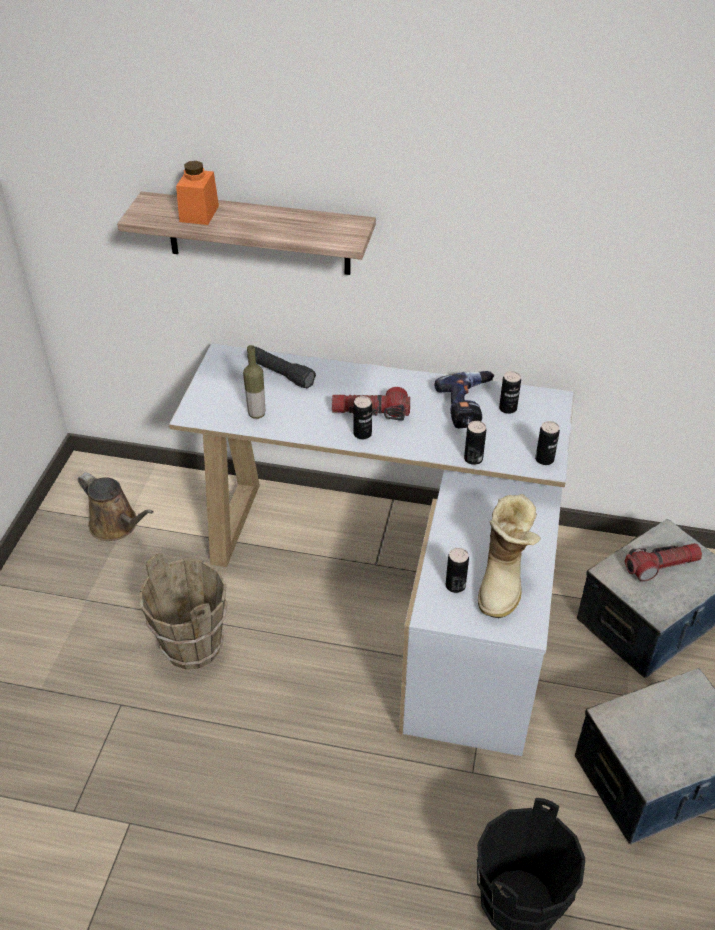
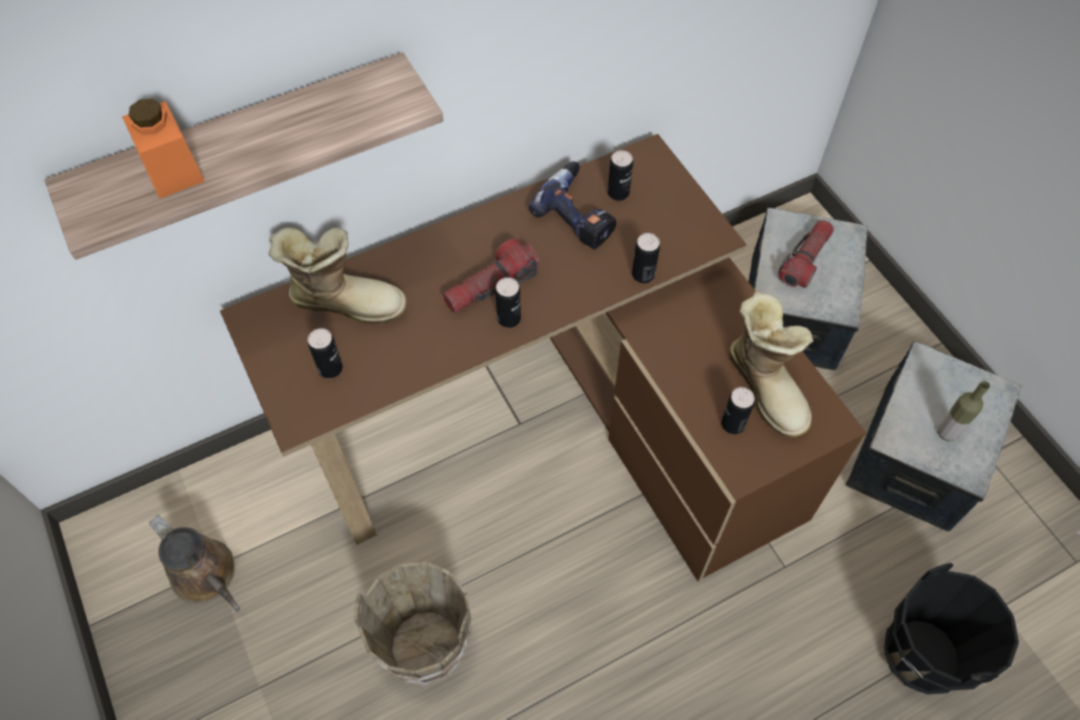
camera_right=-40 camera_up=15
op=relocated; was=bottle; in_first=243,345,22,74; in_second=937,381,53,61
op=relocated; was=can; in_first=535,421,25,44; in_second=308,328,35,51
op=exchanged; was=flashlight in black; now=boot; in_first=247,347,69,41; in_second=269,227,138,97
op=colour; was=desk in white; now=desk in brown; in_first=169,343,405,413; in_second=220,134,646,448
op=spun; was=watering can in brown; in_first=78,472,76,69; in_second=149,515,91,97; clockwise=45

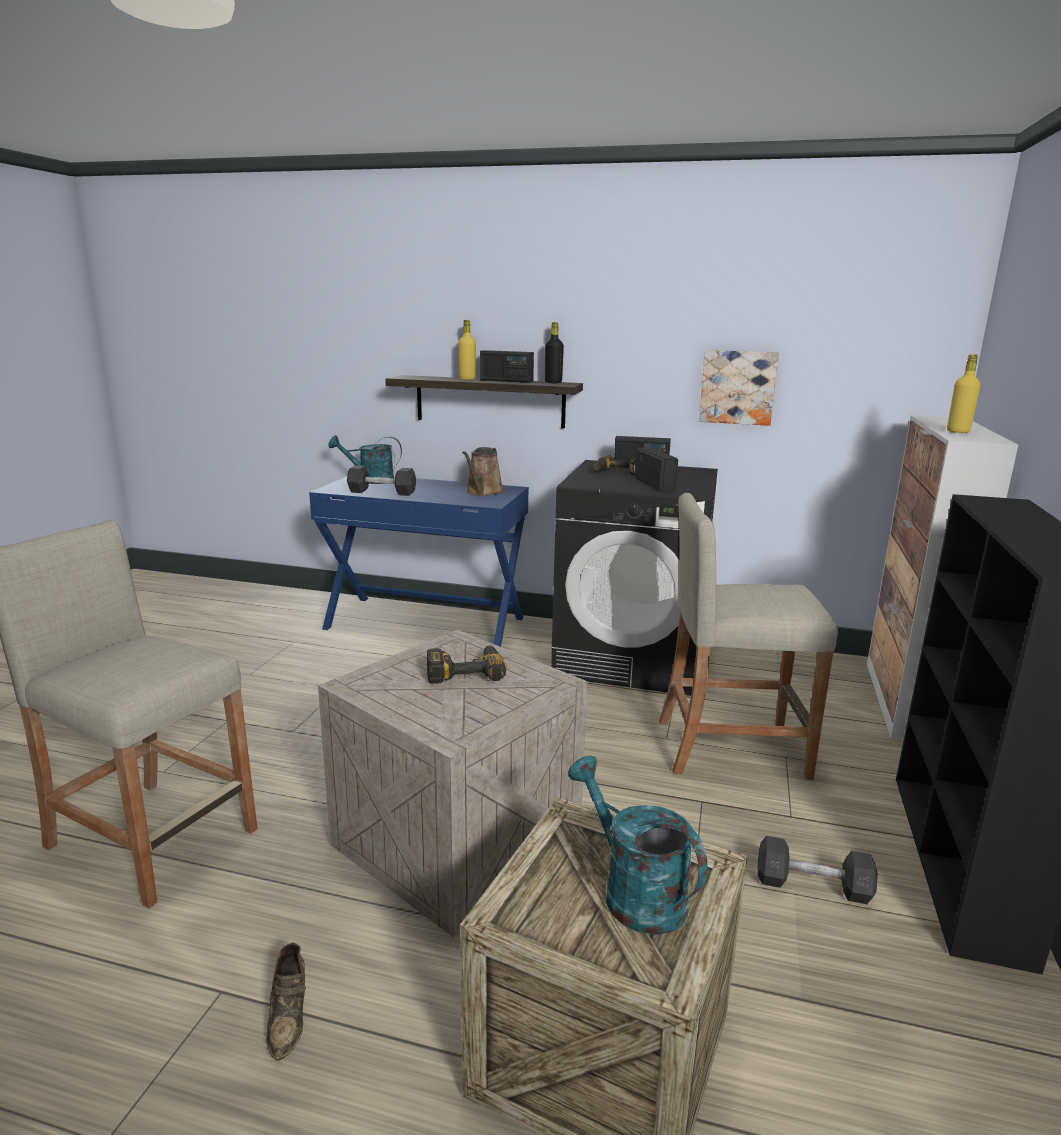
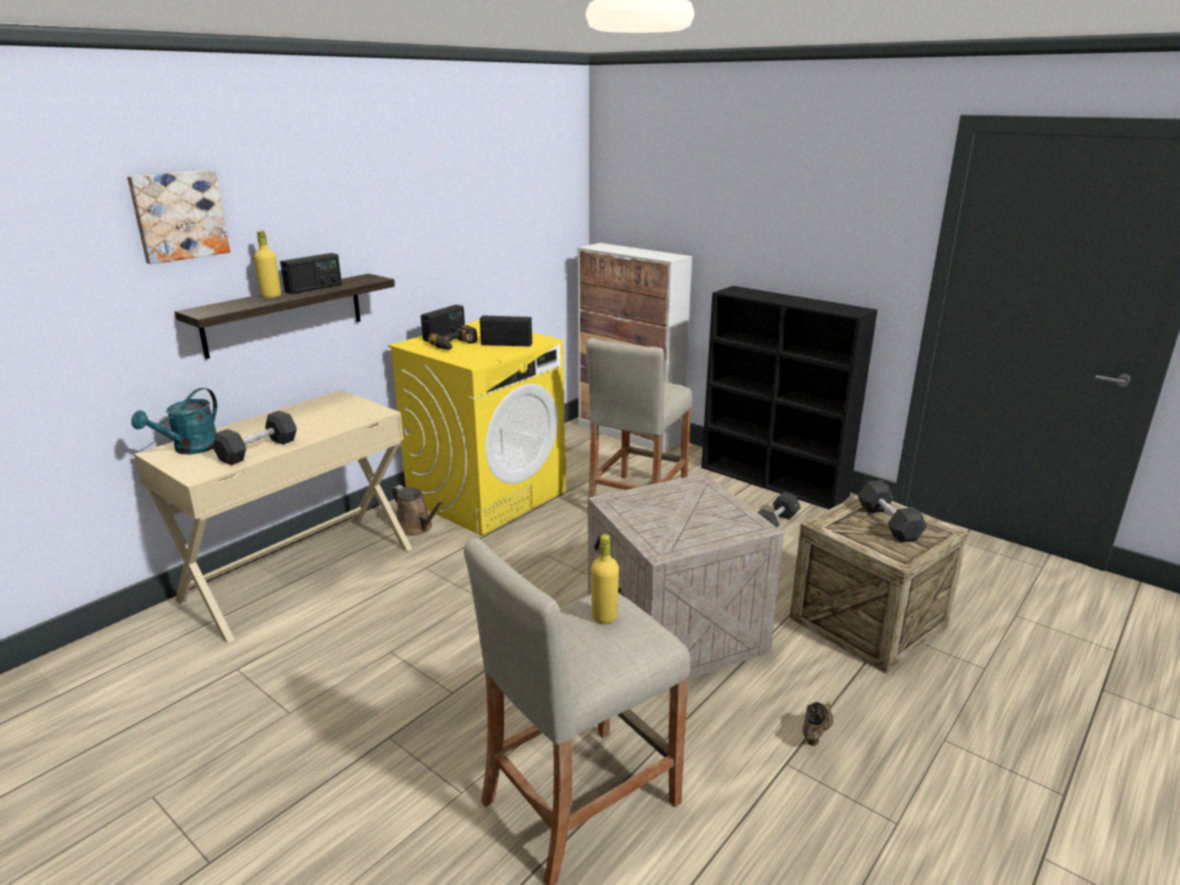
camera_right=-65 camera_up=5
op=missing; was=power drill; in_first=427,645,79,39
op=missing; was=bottle in black; in_first=545,322,19,61
op=relocated; was=watering can in brown; in_first=462,447,42,49; in_second=392,485,52,51
op=relocated; was=picture; in_first=699,350,80,76; in_second=127,170,103,94
op=relocated; was=bottle in yellow; in_first=947,354,33,79; in_second=591,534,28,90
op=exchanged; was=watering can in turquoise; now=dumbbell in grey; in_first=568,756,140,179; in_second=857,480,70,63
op=colour; was=desk in blue; now=desk in beige; in_first=309,477,220,170; in_second=134,390,278,253
op=colour; was=washing machine in black; now=washing machine in yellow; in_first=551,460,167,236; in_second=388,320,177,216
op=spun; was=shoe in brown; in_first=266,943,40,118; in_second=803,702,31,44; clockwise=-75

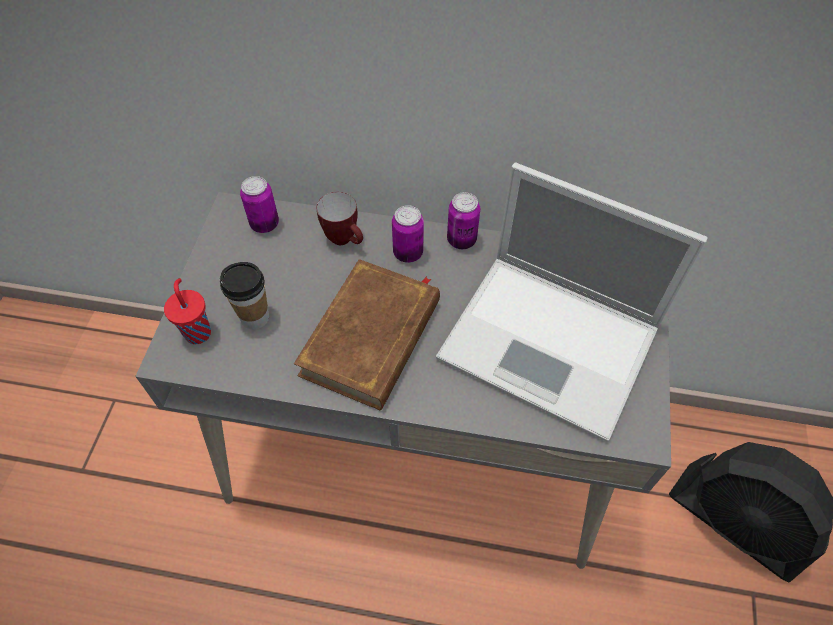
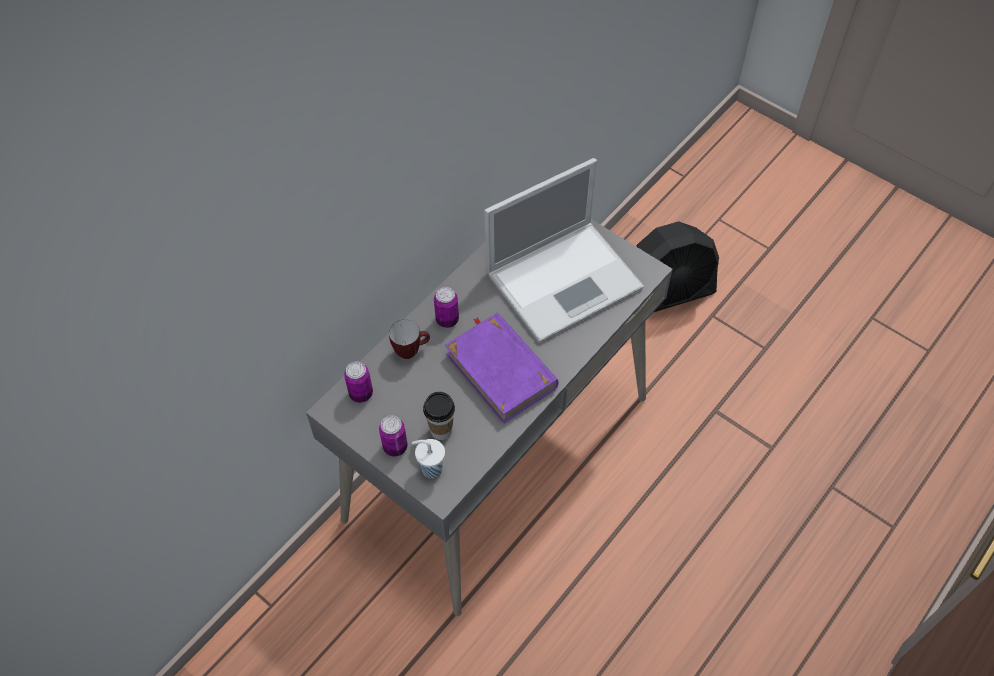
camera_right=-60 camera_up=0
op=relocated; was=can; in_first=447,192,33,57; in_second=379,415,29,42
op=colour; was=cup in red; now=cup in white; in_first=164,278,47,66; in_second=412,439,33,40
op=colour; was=book in brown; now=book in purple; in_first=294,259,146,152; in_second=445,313,113,110

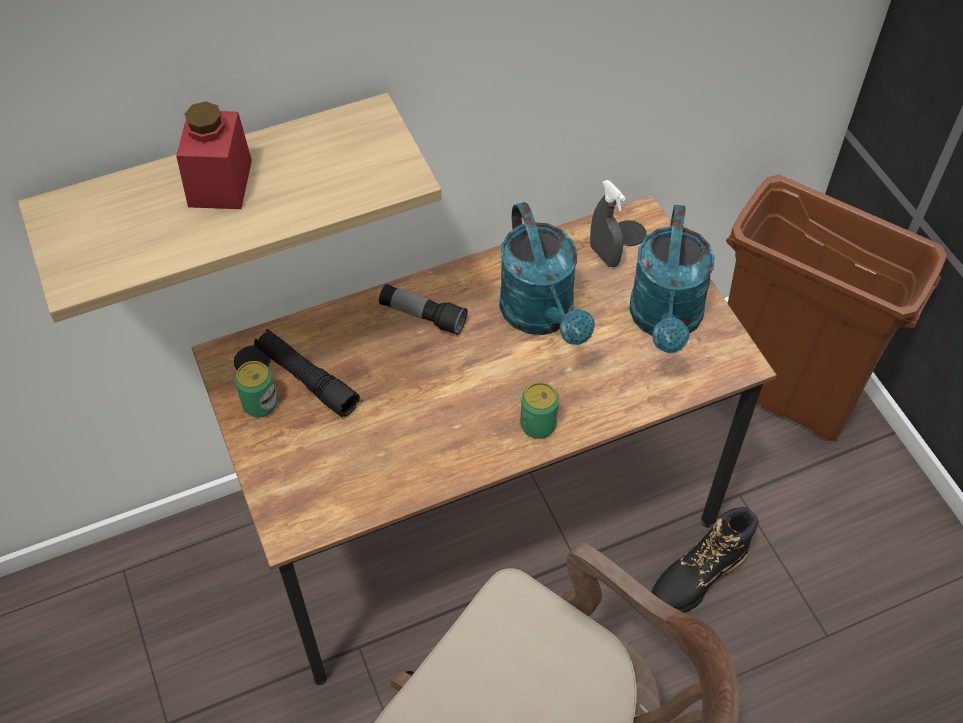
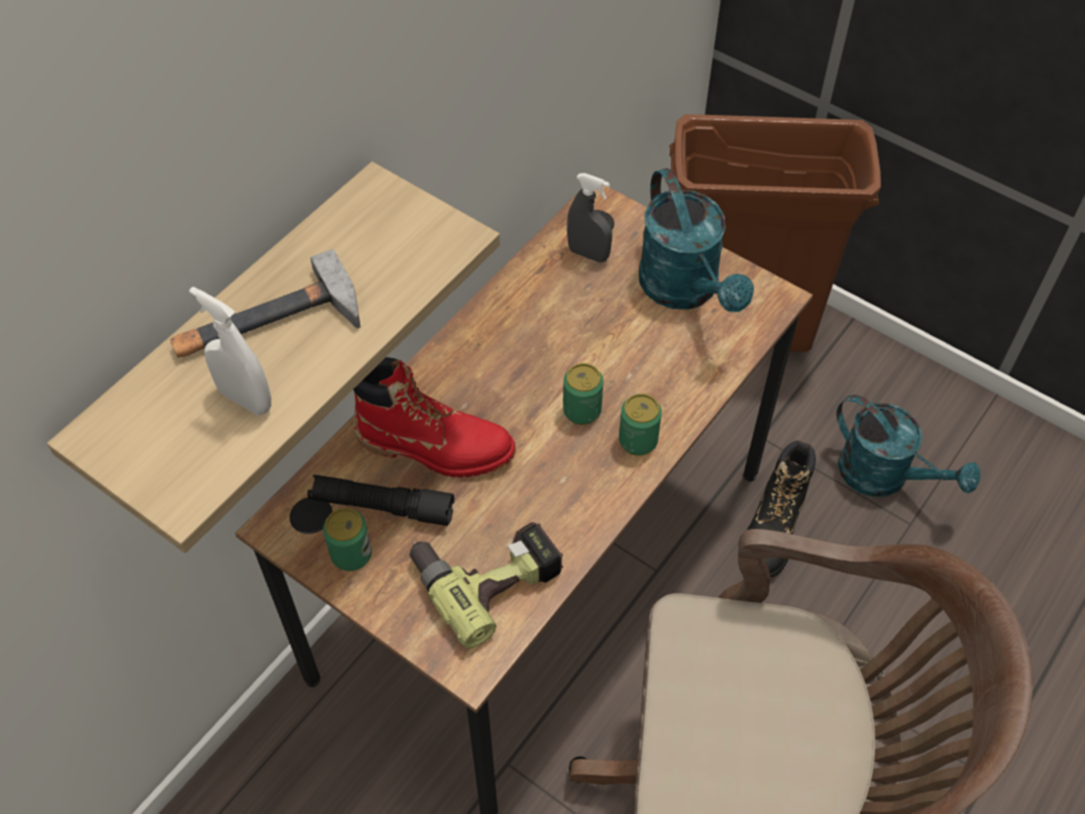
camera_right=-30 camera_up=0
op=missing; was=flashlight; in_first=379,284,89,51
op=appeared; now=spray bottle in white; in_second=189,287,82,128
op=appeared; now=boot in red; in_second=353,357,163,121
op=appeared; now=power drill; in_second=410,522,153,127
op=appeared; now=can; in_second=563,363,40,62
op=relocated; was=watering can in turquoise; in_first=499,202,96,143; in_second=836,395,144,102
op=exchanged; was=jar in red; now=hammer; in_first=176,101,76,108; in_second=170,249,190,109

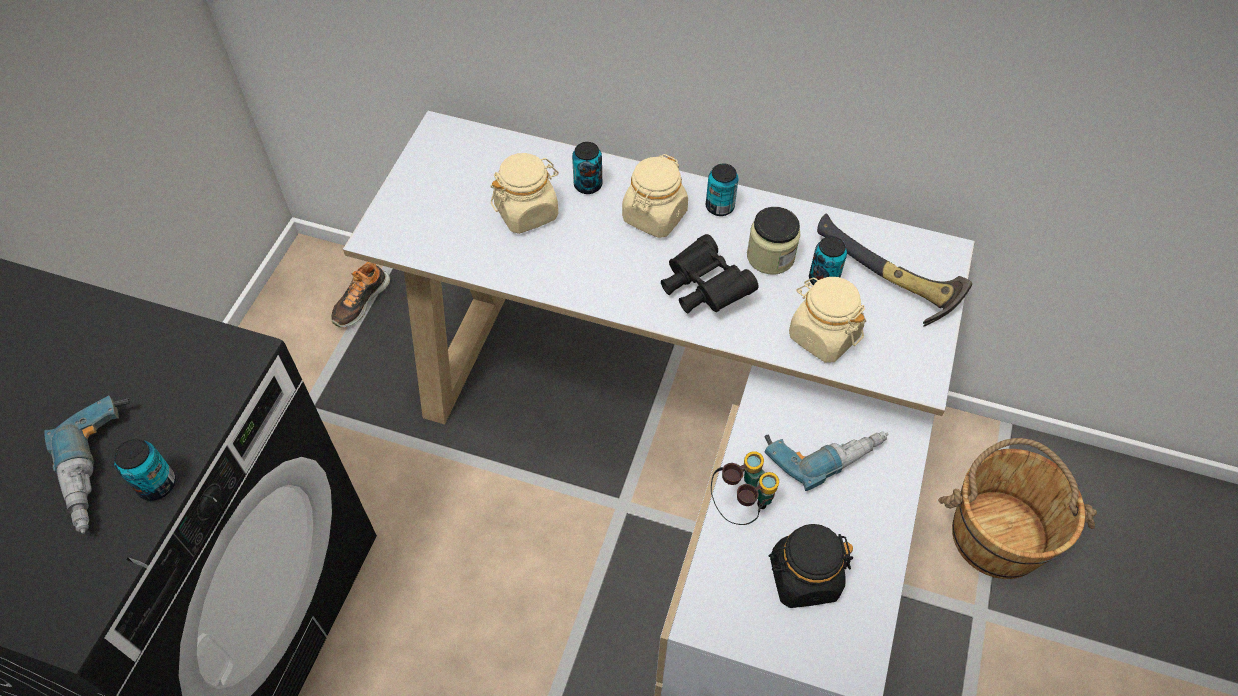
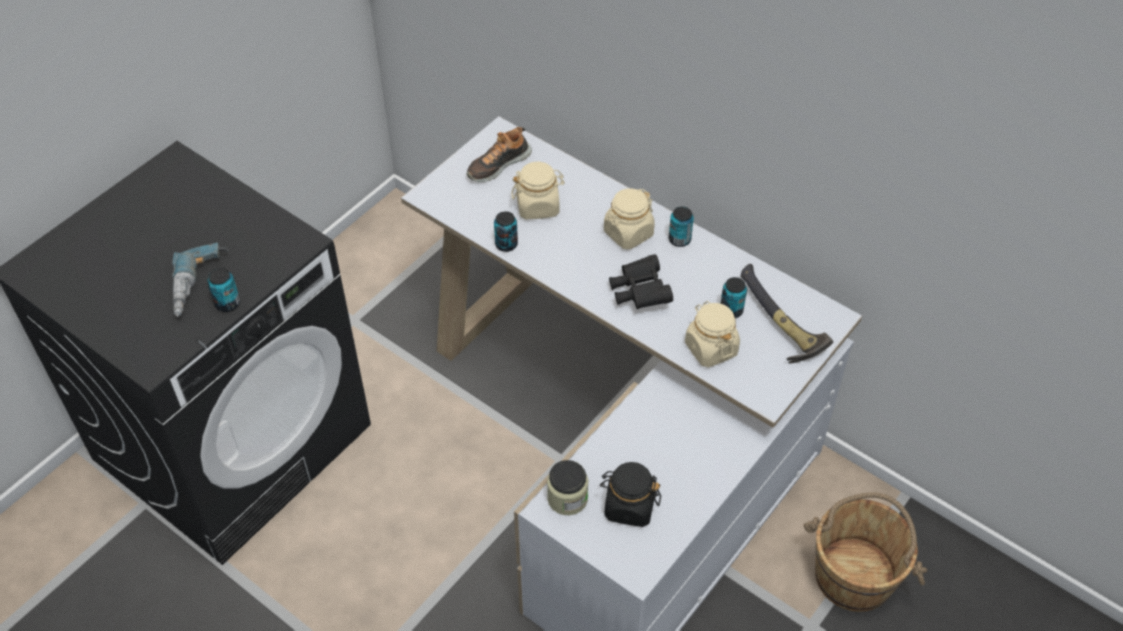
camera_right=20 camera_up=-5
op=missing; was=binoculars; in_first=711,451,68,74
op=missing; was=power drill; in_first=765,431,123,60
op=relocated; was=shoe; in_first=332,262,58,65; in_second=467,127,65,55
op=relocated; was=can; in_first=572,142,30,52; in_second=494,211,24,41
op=relocated; was=jar; in_first=747,207,53,67; in_second=547,460,41,55

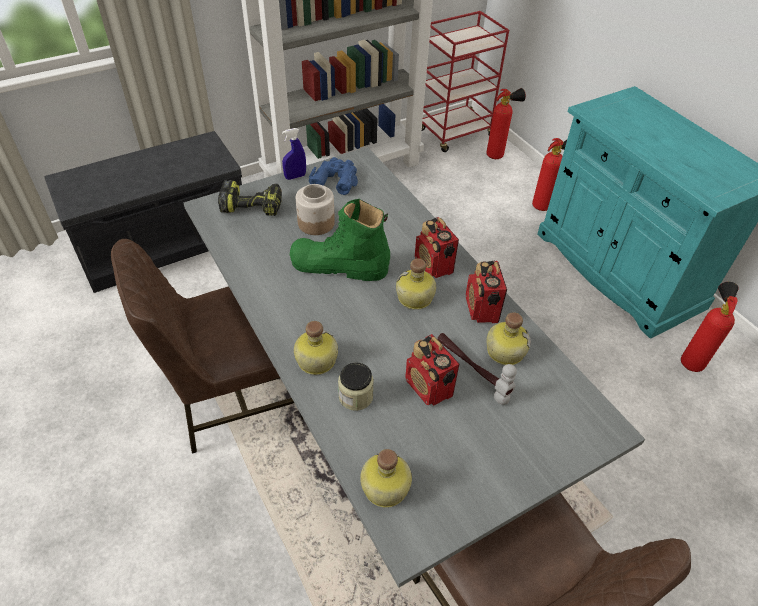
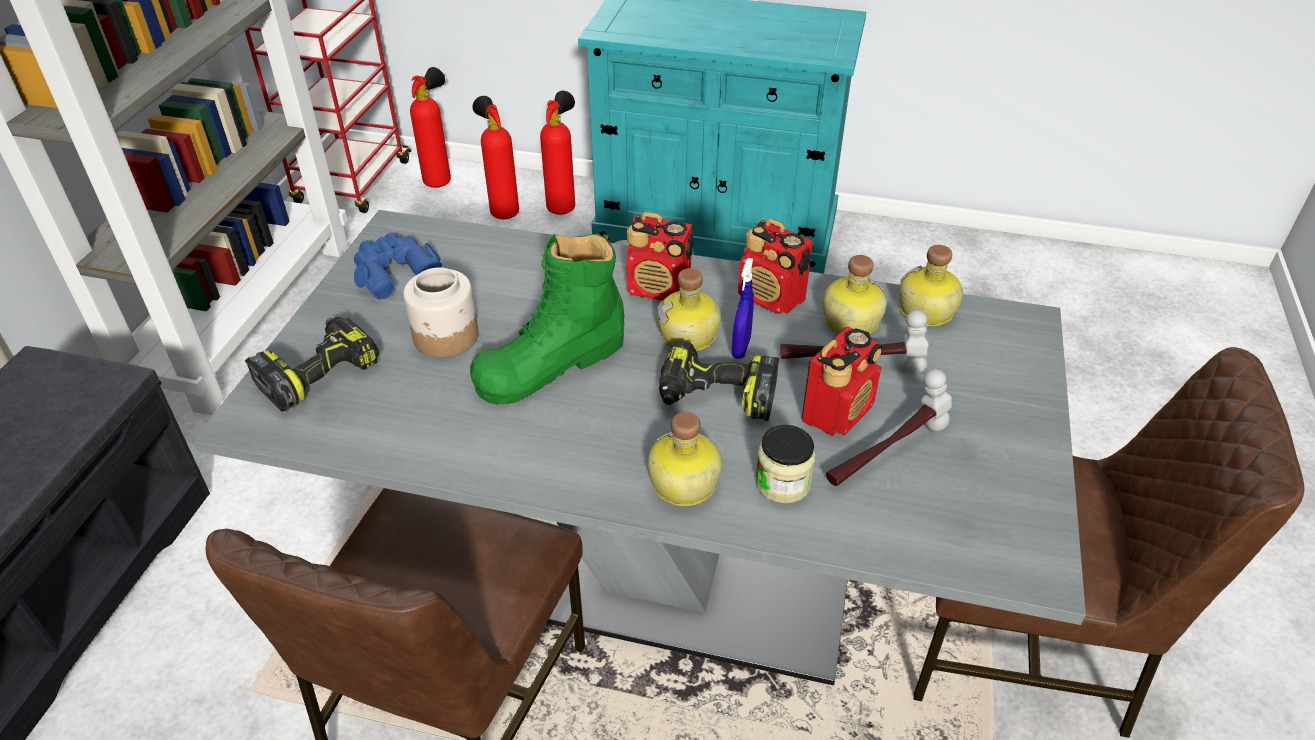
camera_right=-45 camera_up=-5
op=appeared; now=power drill; in_second=659,341,120,80
op=appeared; now=hammer; in_second=826,369,126,117
op=relocated; was=spray bottle in blue; in_first=282,128,24,52; in_second=732,258,22,101
op=relocated; was=bottle; in_first=360,449,52,59; in_second=899,245,64,81
op=relocated; was=fire extinguisher; in_first=681,282,58,90; in_second=472,96,47,123
op=spun; was=radio; in_first=405,334,54,71; in_second=801,326,81,110; clockwise=-60

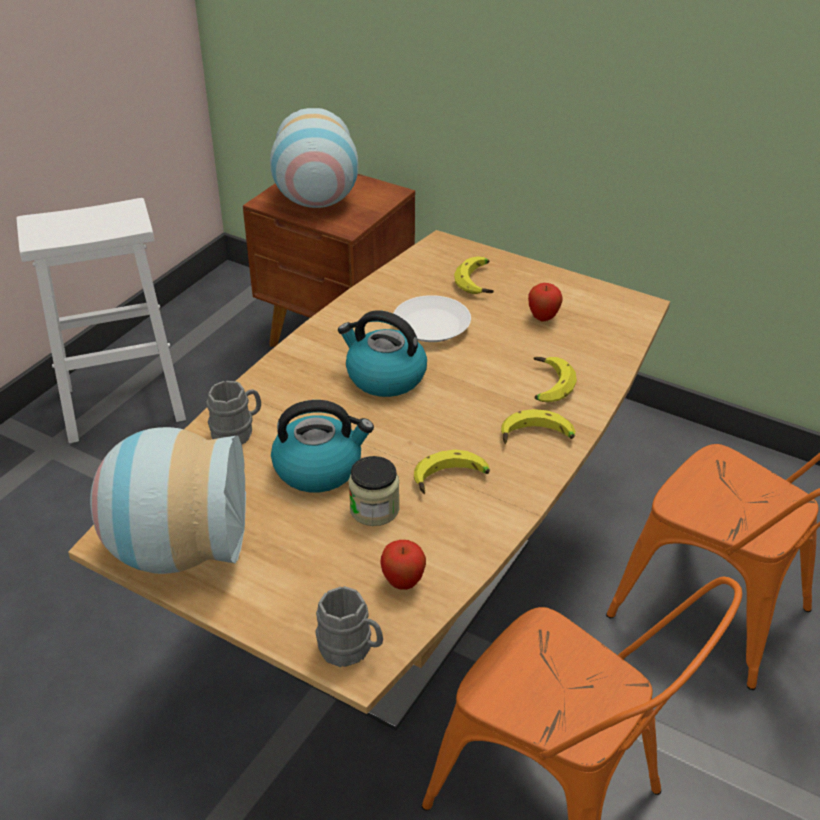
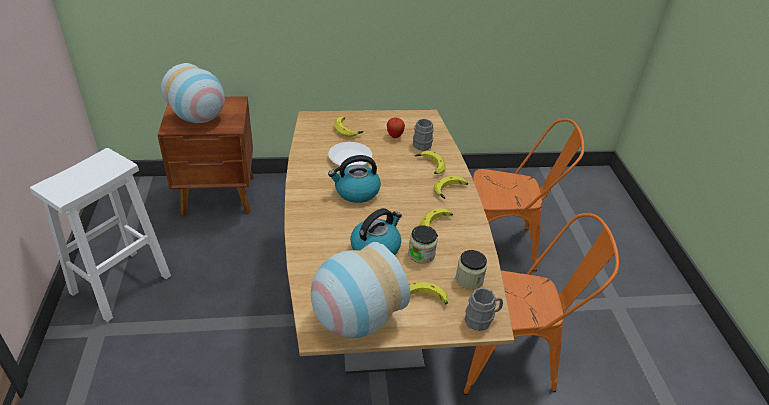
camera_right=-40 camera_up=0
op=appeared; now=banana; in_second=409,282,40,22
op=relocated; was=mug in grey; in_first=206,381,55,63; in_second=413,119,21,32
op=exchanged; was=apple; now=jar; in_first=380,540,46,50; in_second=456,250,31,40

